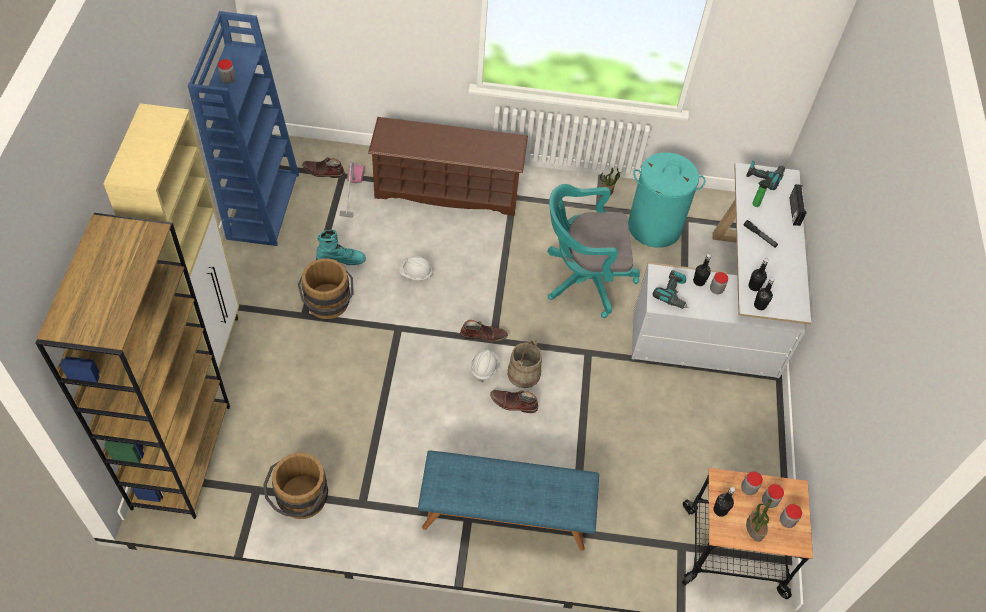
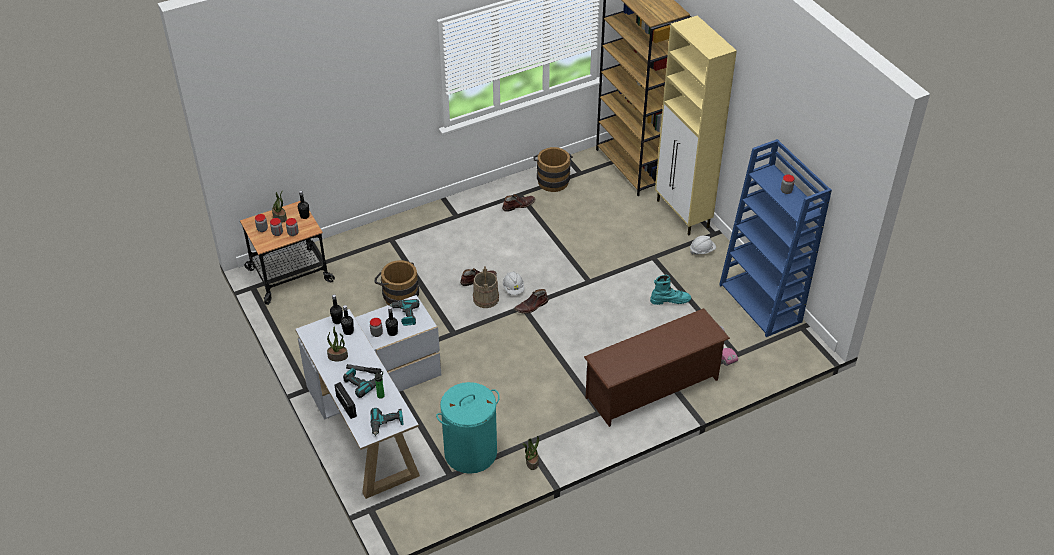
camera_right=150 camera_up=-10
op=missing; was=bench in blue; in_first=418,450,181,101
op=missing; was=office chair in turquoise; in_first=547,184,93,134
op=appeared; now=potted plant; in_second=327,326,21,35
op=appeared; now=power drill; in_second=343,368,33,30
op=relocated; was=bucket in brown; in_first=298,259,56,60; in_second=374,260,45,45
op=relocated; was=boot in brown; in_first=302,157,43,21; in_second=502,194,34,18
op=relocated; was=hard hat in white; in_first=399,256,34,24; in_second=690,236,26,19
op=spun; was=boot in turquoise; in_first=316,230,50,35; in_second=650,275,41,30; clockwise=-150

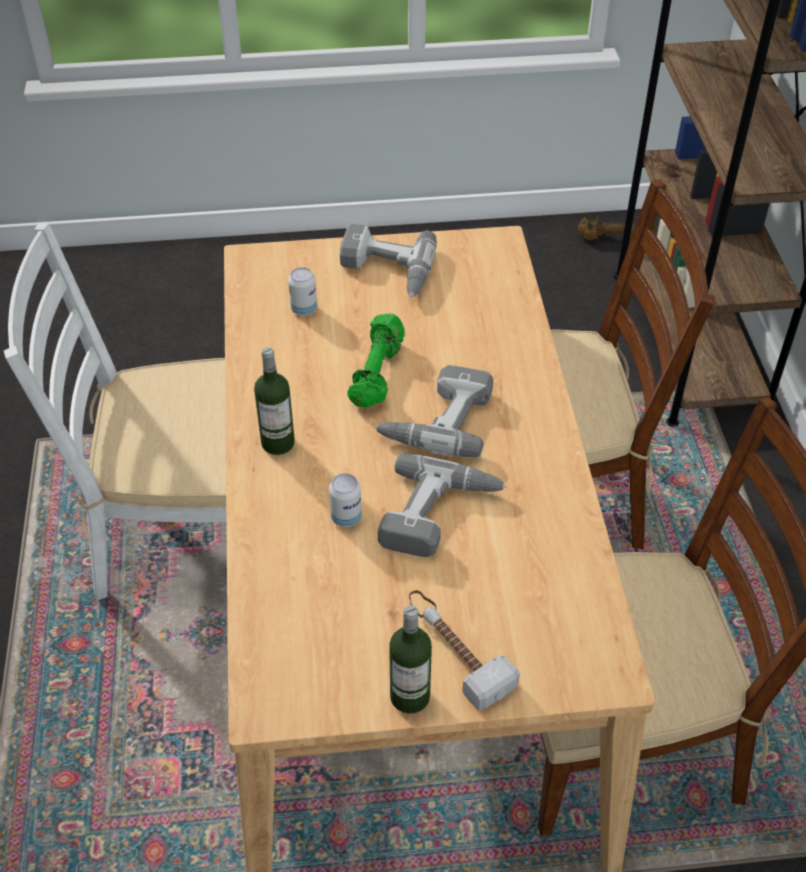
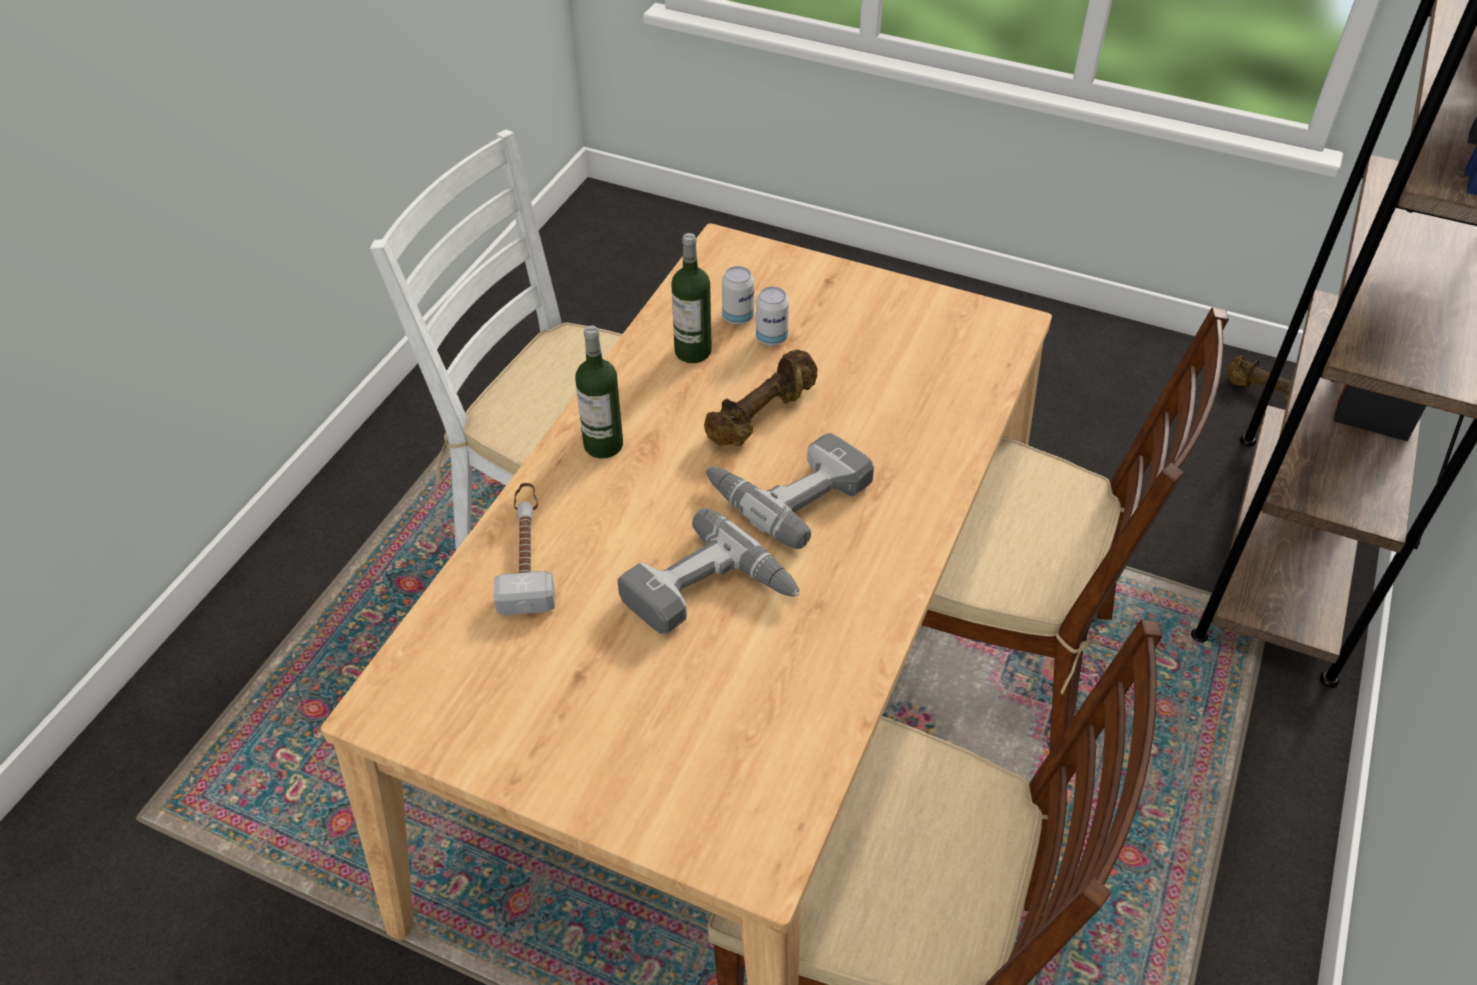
camera_right=30 camera_up=0
op=missing; was=power drill; in_first=340,224,97,73
op=relocated; was=can; in_first=329,473,33,54; in_second=756,286,33,60
op=relocated; was=bottle; in_first=389,605,43,109; in_second=671,233,41,130
op=relocated; was=hammer; in_first=409,590,111,120; in_second=494,483,61,132
op=colour; was=dumbbell in green; now=dumbbell in brown; in_first=347,314,58,94; in_second=704,350,114,96

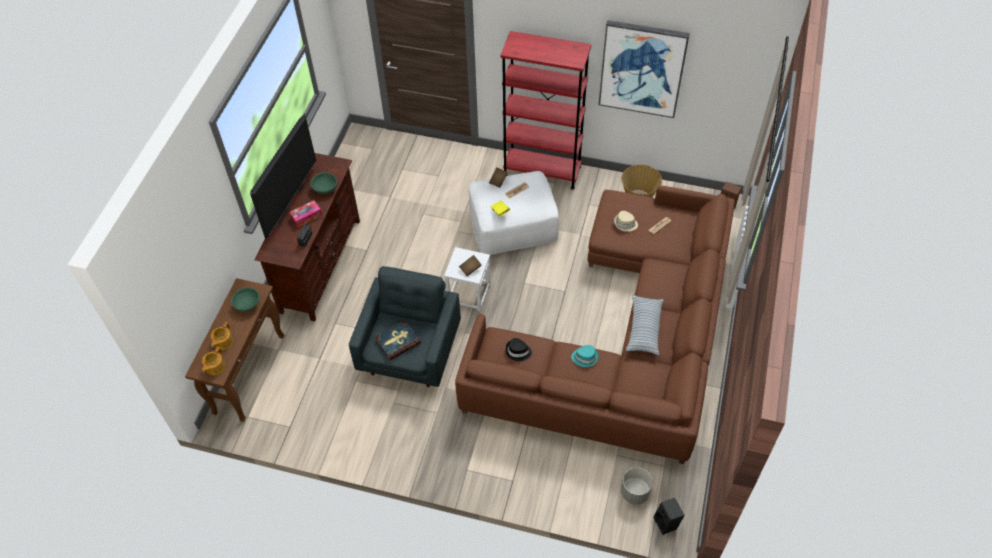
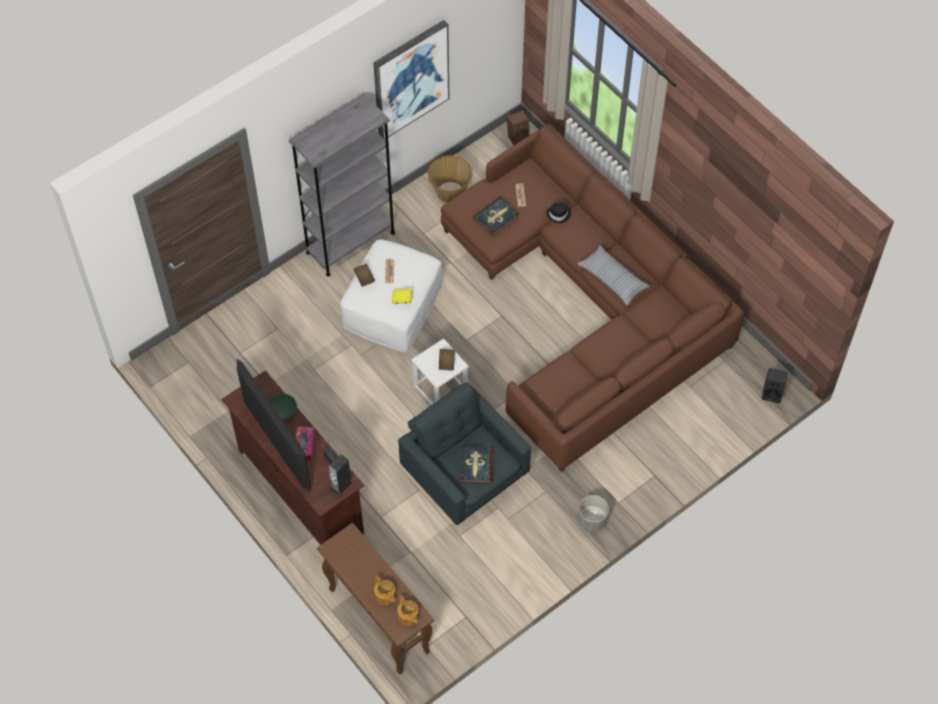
camera_right=-55 camera_up=5
op=missing; was=bowl in green; in_first=231,287,29,25
op=missing; was=hat in turquoise; in_first=571,345,28,22
op=appeared; now=speaker; in_second=328,454,25,42
op=relocated; was=hat in black; in_first=505,338,27,23; in_second=546,202,25,21
op=relocated; was=planter in grey; in_first=621,467,32,37; in_second=578,495,31,37
op=exchanged; was=hat in beige; now=book; in_first=614,211,24,21; in_second=473,197,46,39
op=colour; was=bookcase in red; now=bookcase in grey; in_first=500,31,91,159; in_second=289,94,106,183

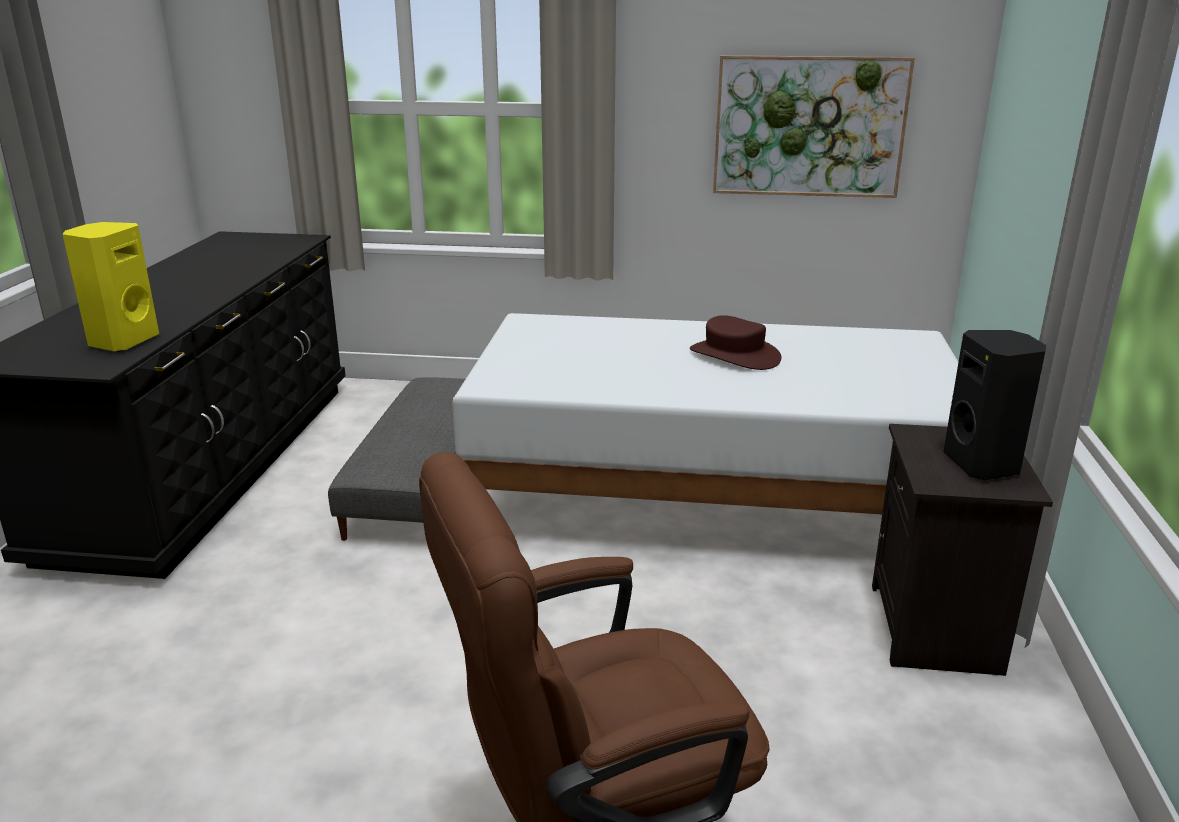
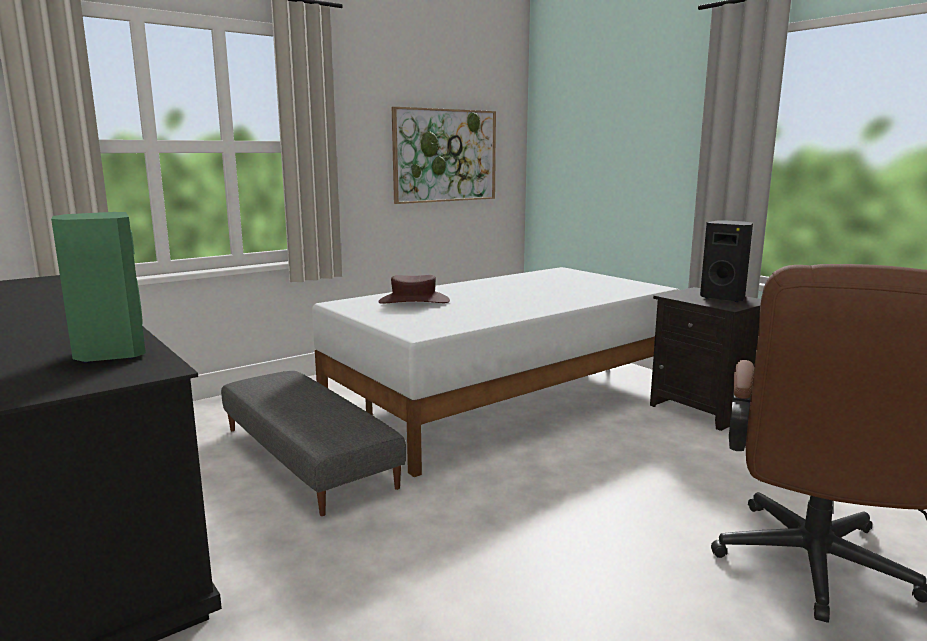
camera_right=-45 camera_up=-10
op=relocated; was=hat in brown; in_first=690,315,92,55; in_second=378,275,72,29
op=colour; was=speaker in yellow; now=speaker in green; in_first=63,222,96,129; in_second=51,212,95,151

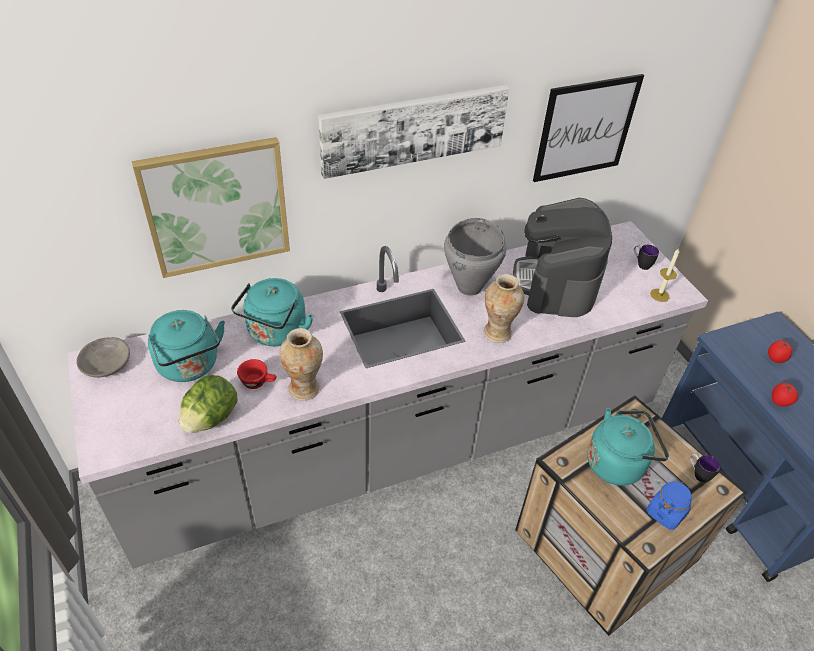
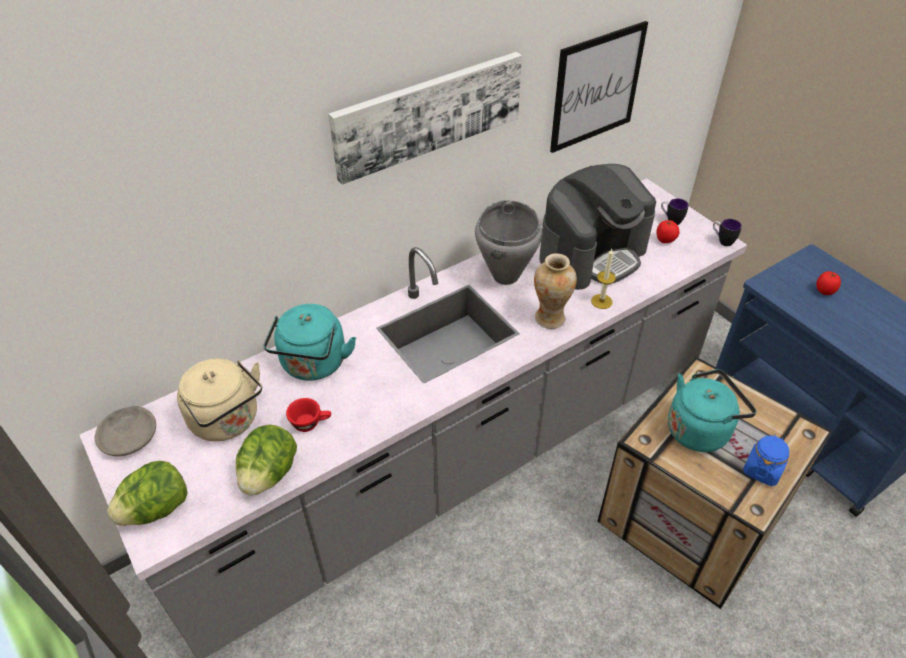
camera_right=-10 camera_up=0
op=missing; was=picture; in_first=131,137,159,141
op=missing; was=vase; in_first=279,328,44,73
op=appeared; now=lettuce; in_second=107,461,81,65
op=relocated; was=candle; in_first=650,248,29,54; in_second=591,249,25,60
op=relocated; was=mug; in_first=690,454,30,28; in_second=713,219,29,27
op=relocated; was=tomato; in_first=772,383,26,23; in_second=657,220,23,23
op=colour; was=kettle in turquoise; now=kettle in beige; in_first=148,310,77,72; in_second=177,358,85,83
op=spun; was=coffee machine; in_first=513,198,99,119; in_second=539,164,117,126; clockwise=-120

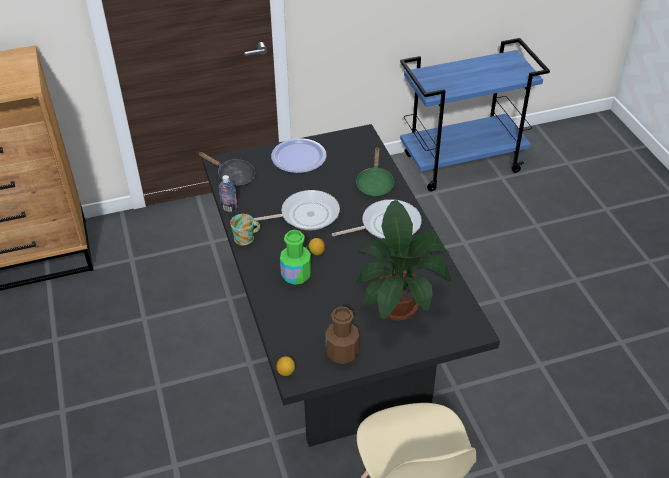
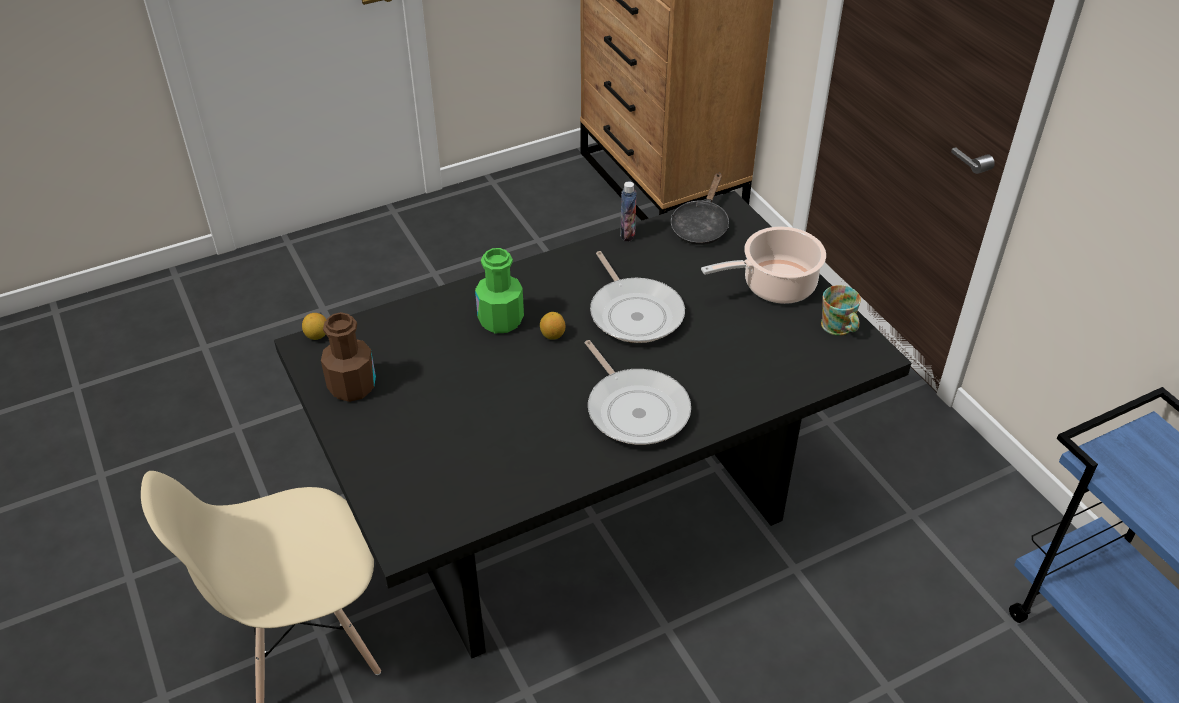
camera_right=80 camera_up=0
op=missing; was=frying pan in green; in_first=356,147,39,50
op=missing; was=potted plant; in_first=356,200,95,121
op=relocated; was=mug; in_first=230,214,31,31; in_second=821,285,40,51
op=exchanged; was=plate; now=cooking pot; in_first=271,138,56,35; in_second=701,226,125,78

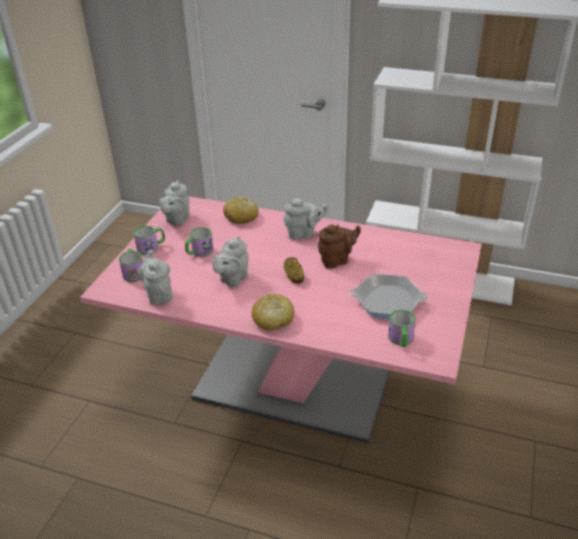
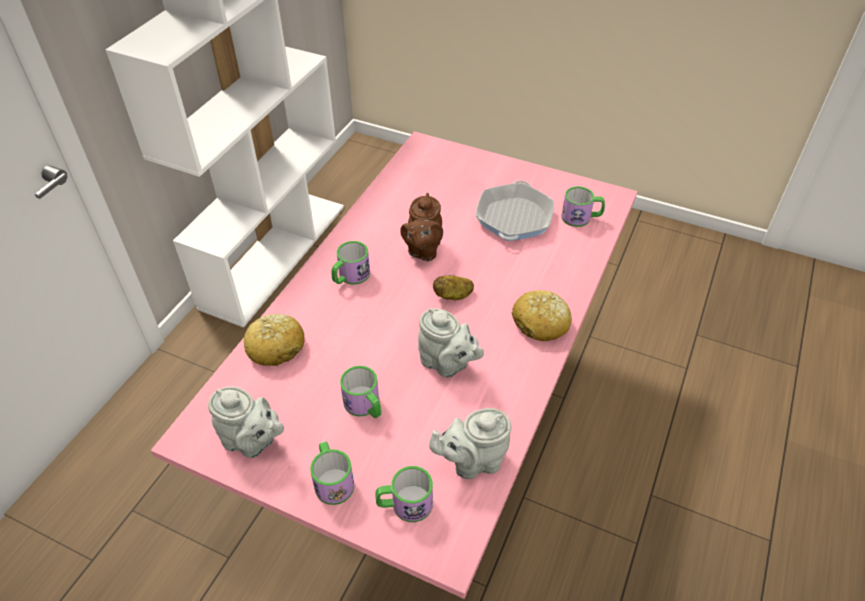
camera_right=-85 camera_up=10
op=exchanged; was=teapot in grey; now=mug; in_first=284,198,44,42; in_second=332,241,38,44
op=spun; was=teapot in brown; in_first=318,225,43,44; in_second=400,193,43,68; clockwise=-150

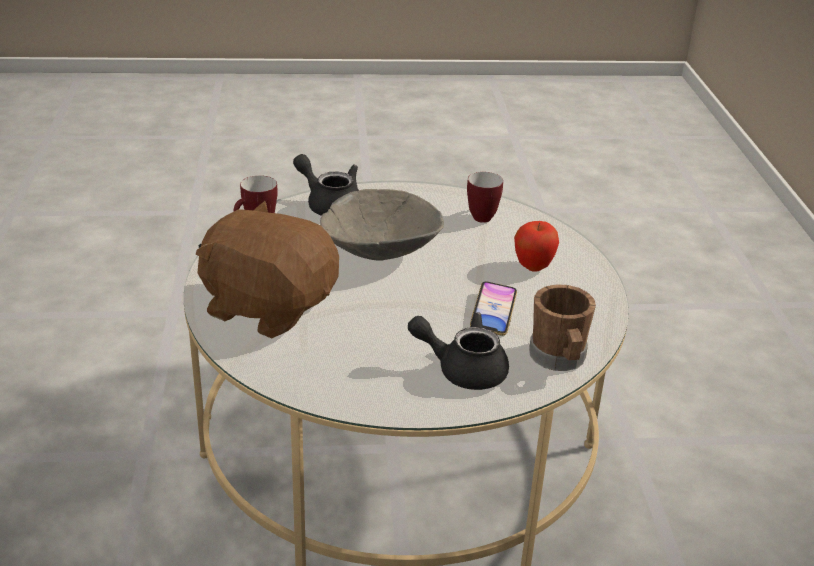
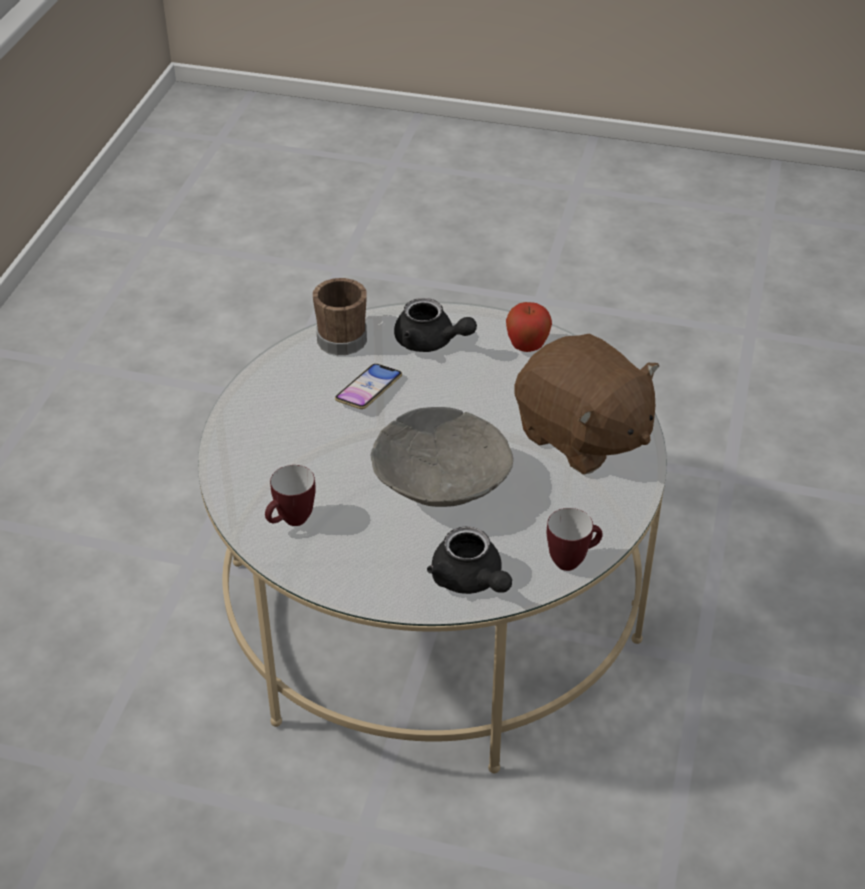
camera_right=-160 camera_up=10
op=relocated; was=apple; in_first=514,221,45,51; in_second=506,302,46,50

